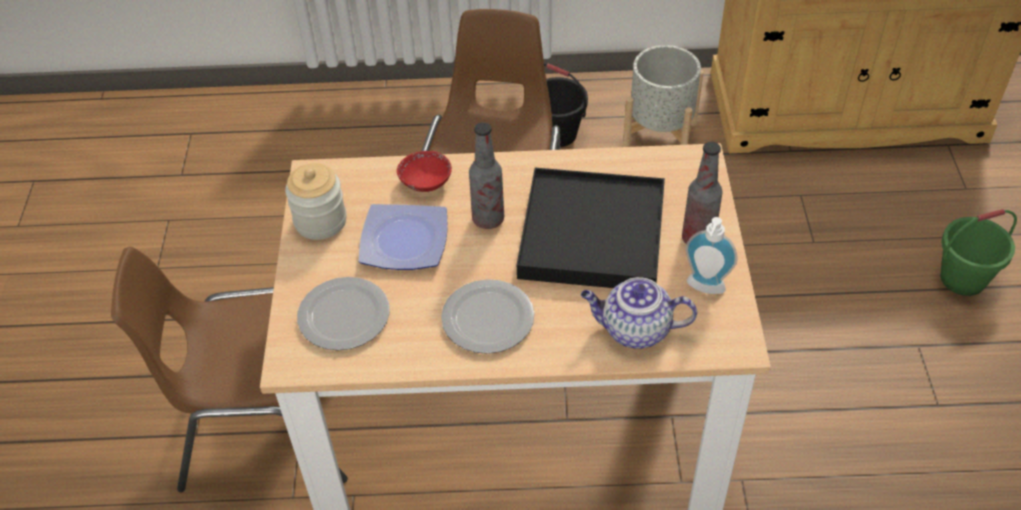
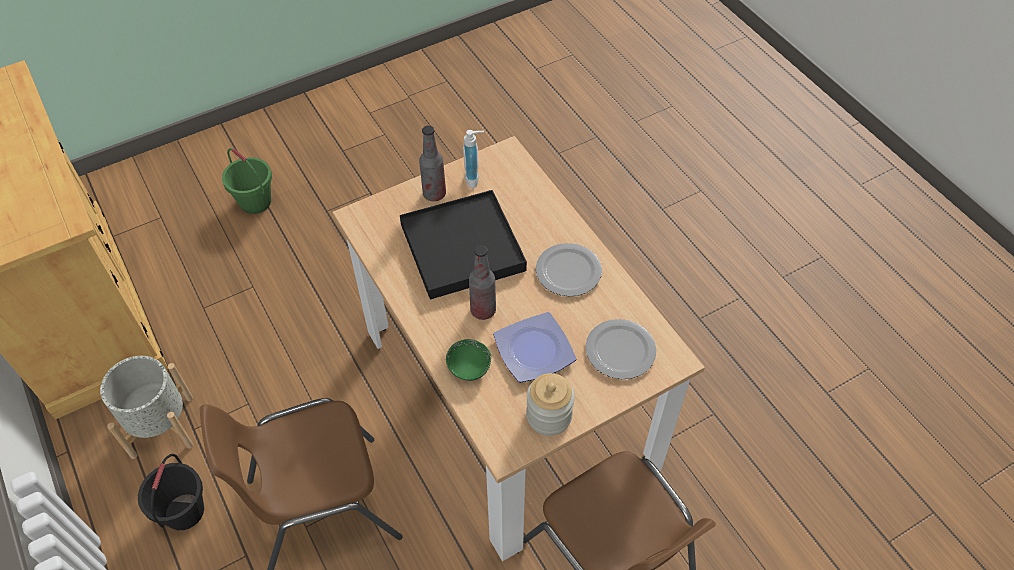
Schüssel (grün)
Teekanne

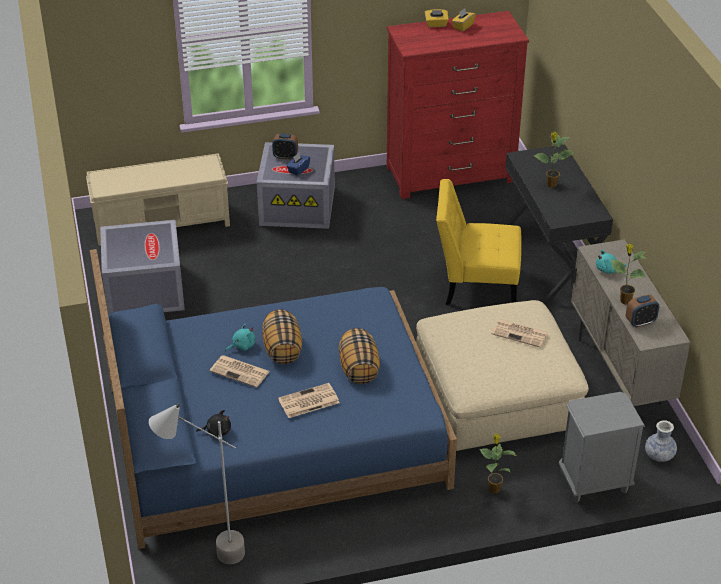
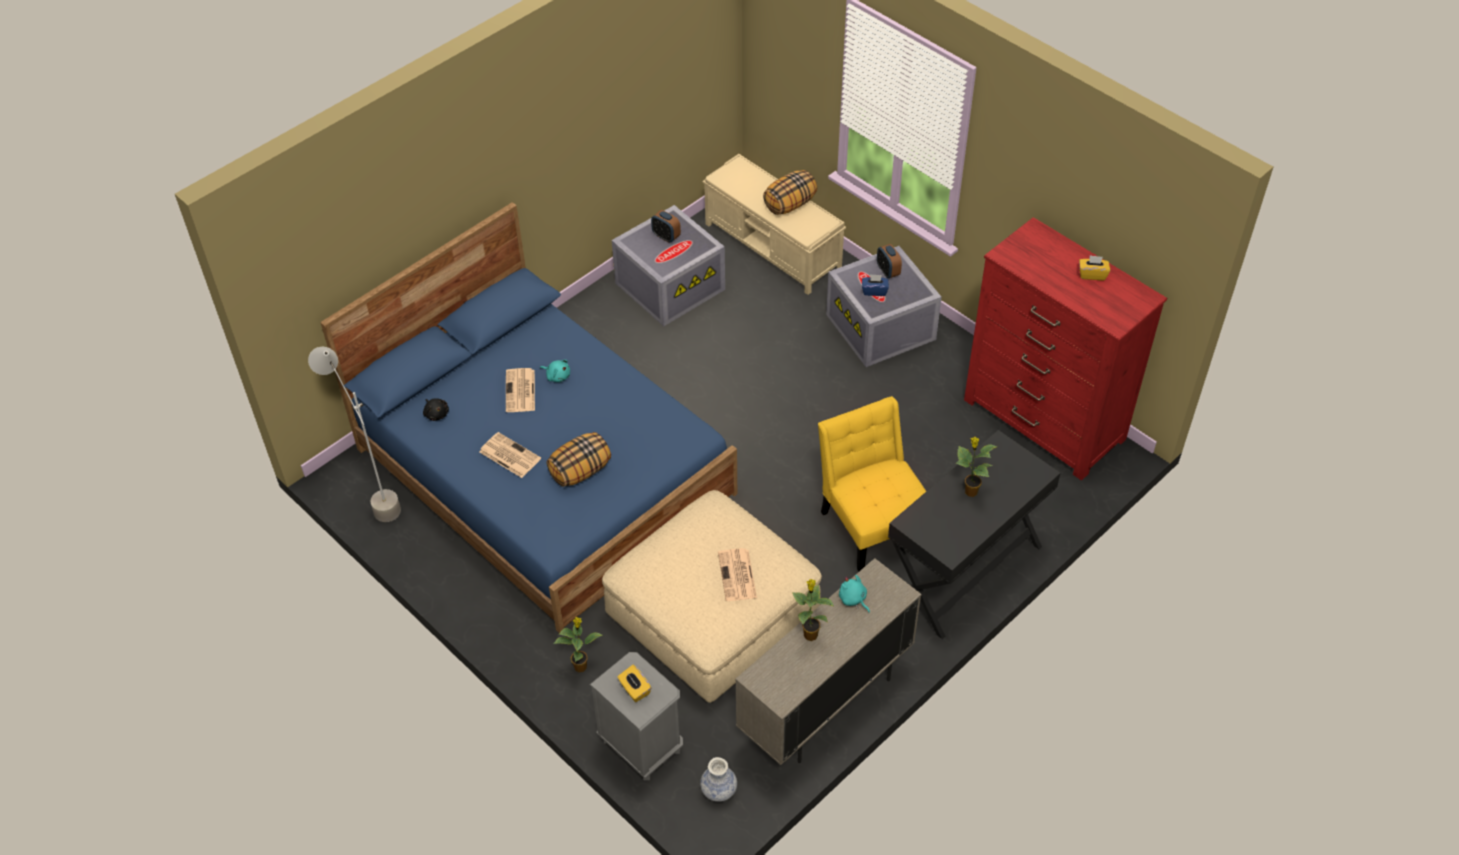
Kissen (no. 2 from left)
Taschentuchbox (gelb) (no. 1 from left)
Wecker (no. 1 from left)

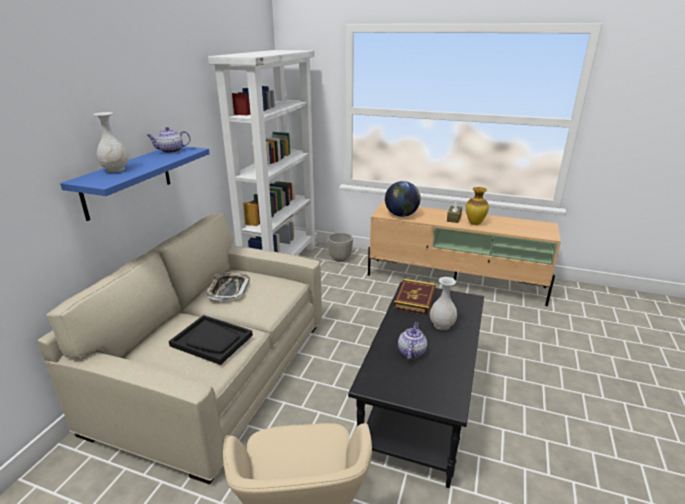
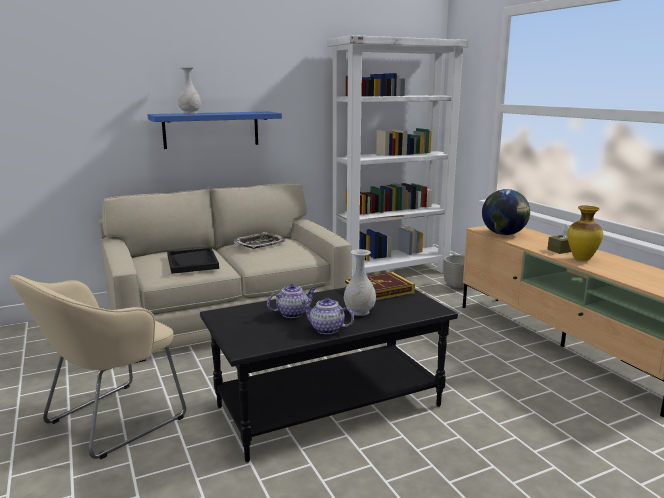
Teekanne (no. 2 from left)

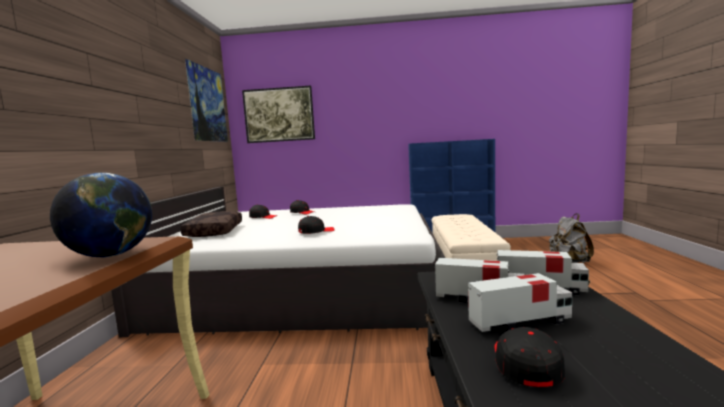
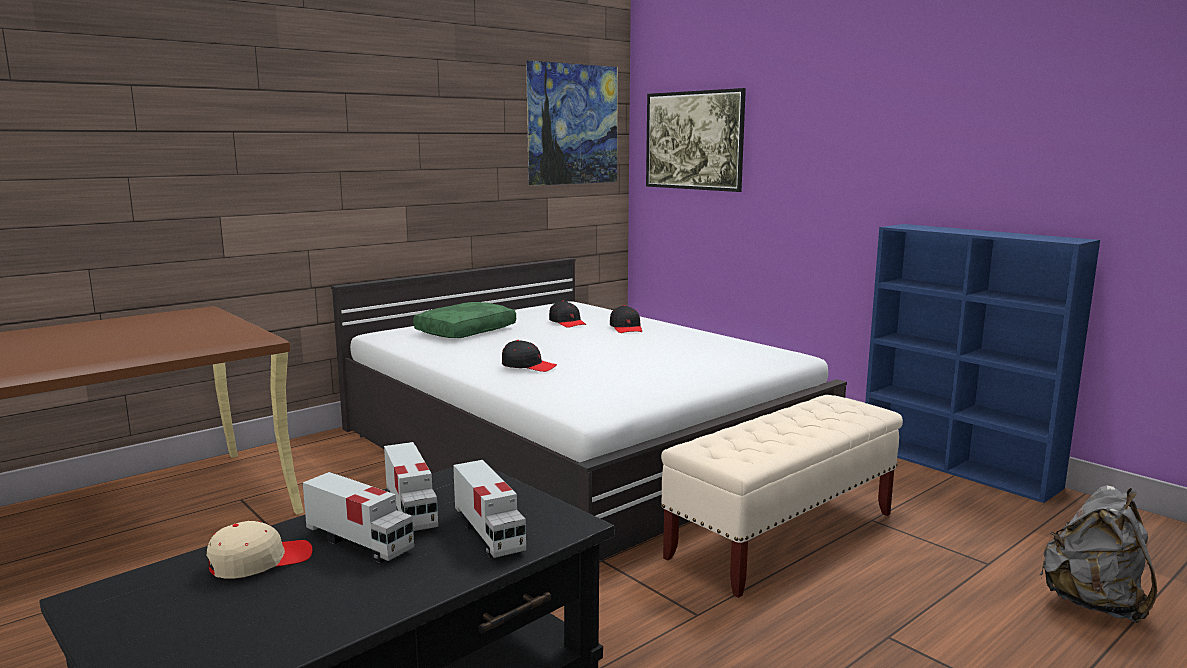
Globus
Kissen (grün)
Kappe (beige)

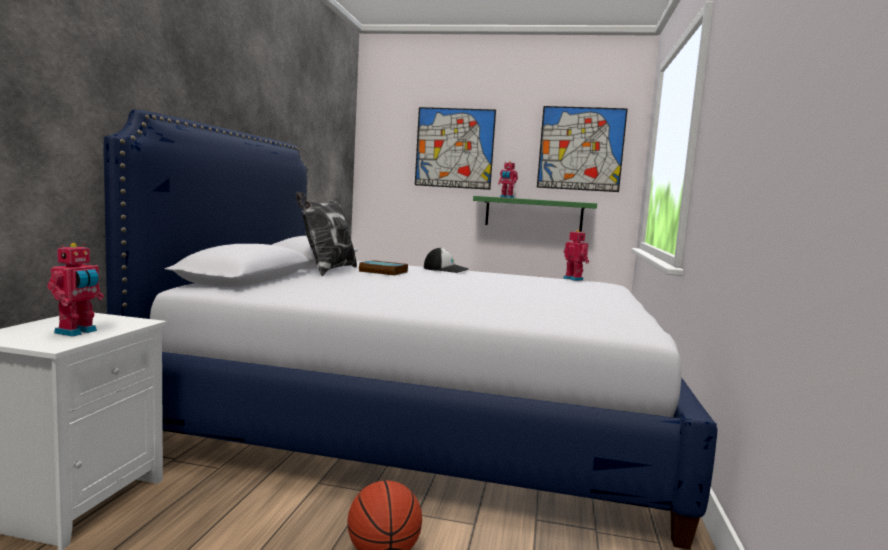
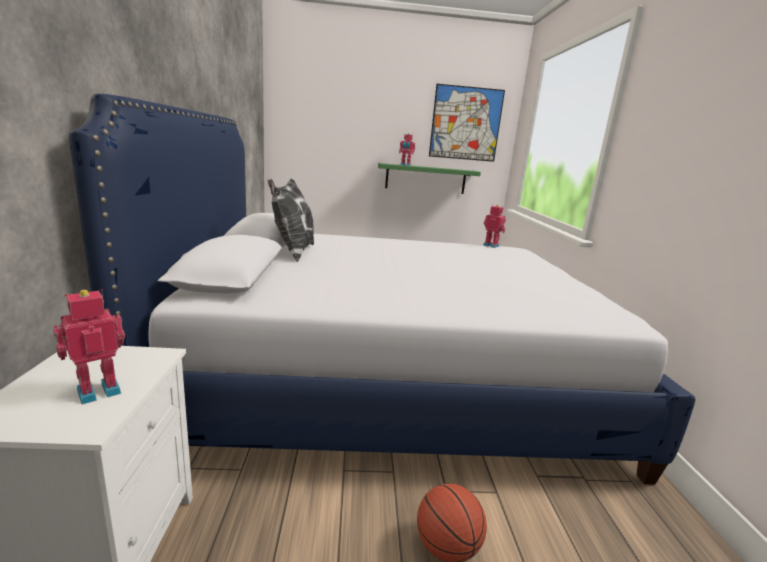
Spielzeugroboter (no. 1 from left)
Buch
Bild (no. 1 from left in the first image)
Kappe

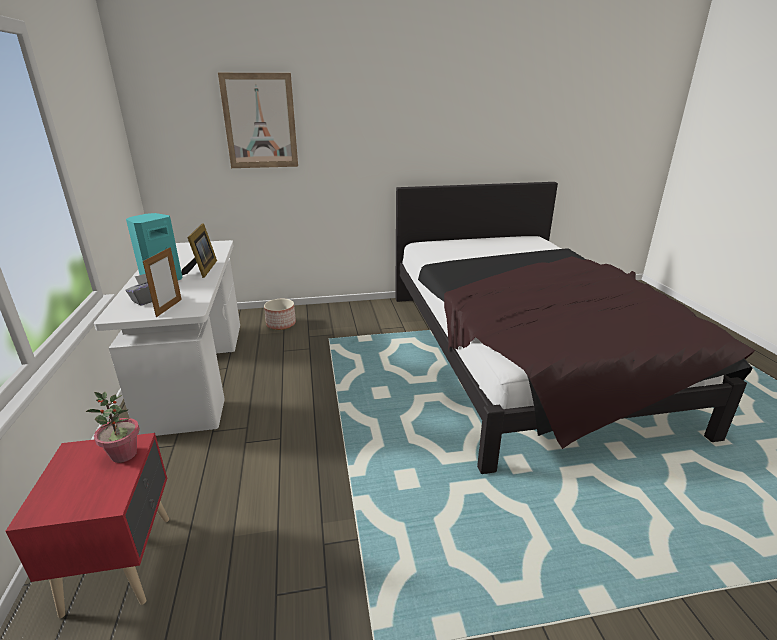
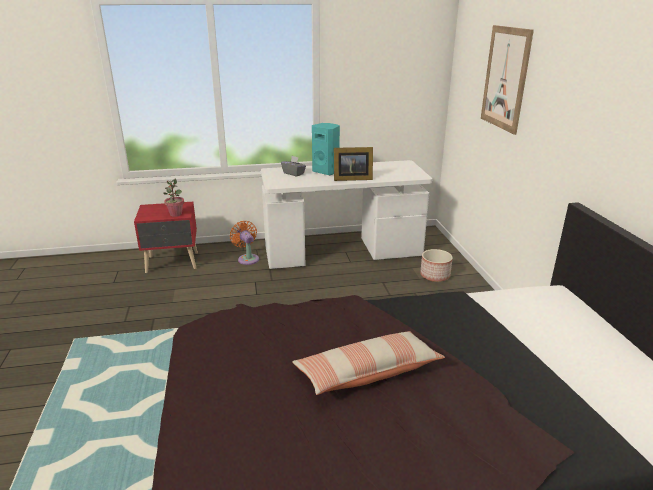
Bilderrahmen (no. 1 from left in the first image)
Ventilator (orange)
Kissen

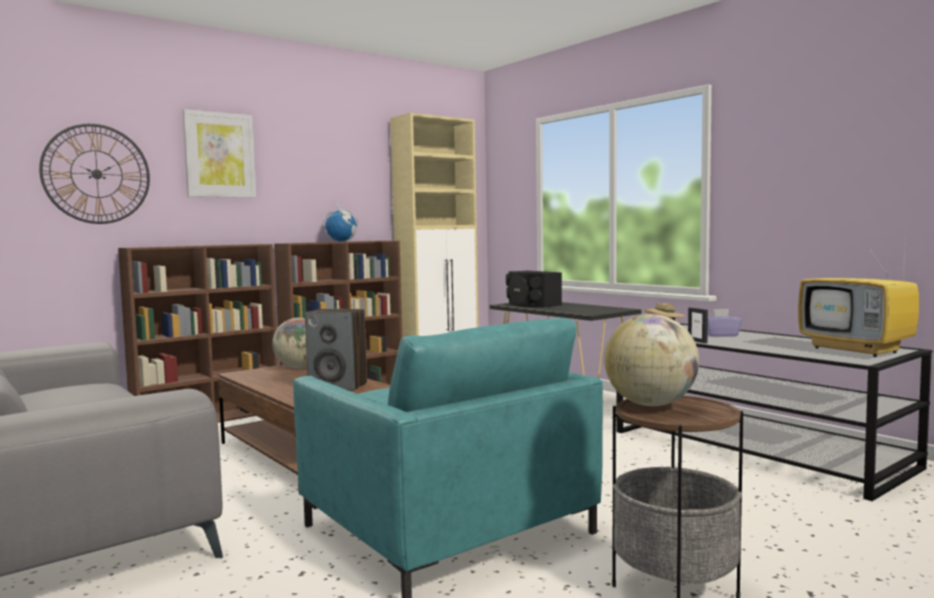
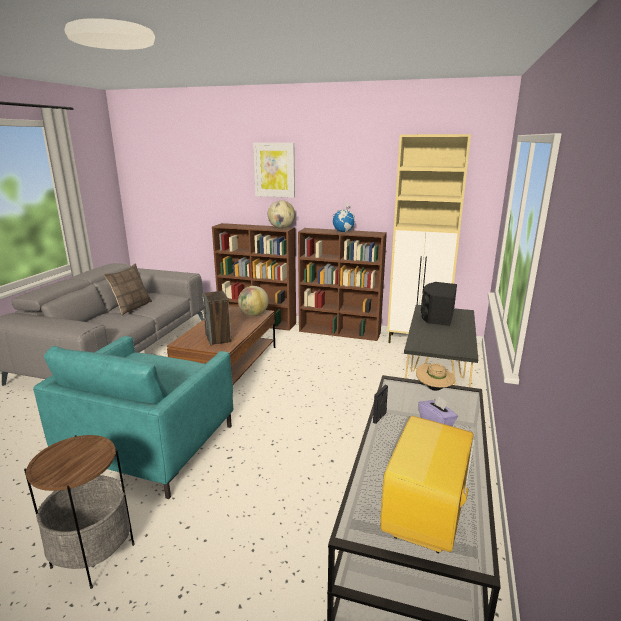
Wanduhr
Globus (no. 2 from left)
Kissen

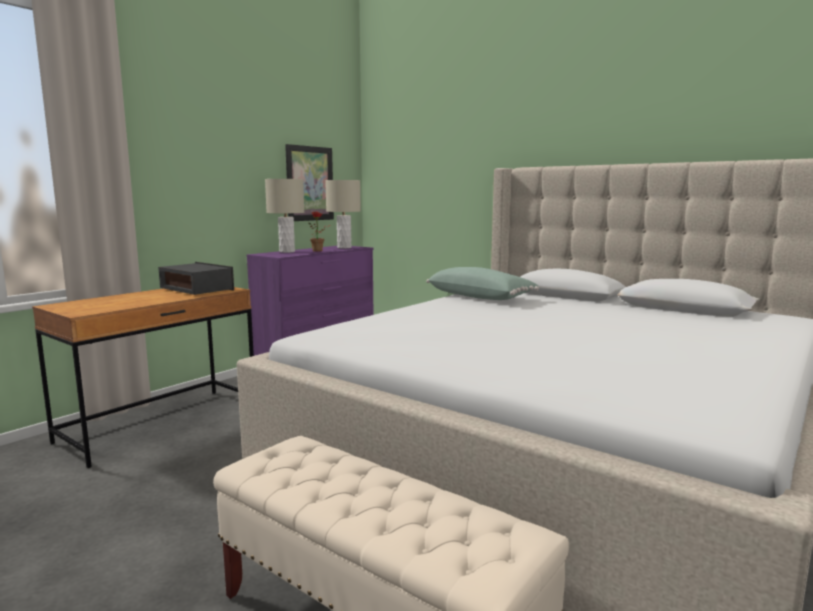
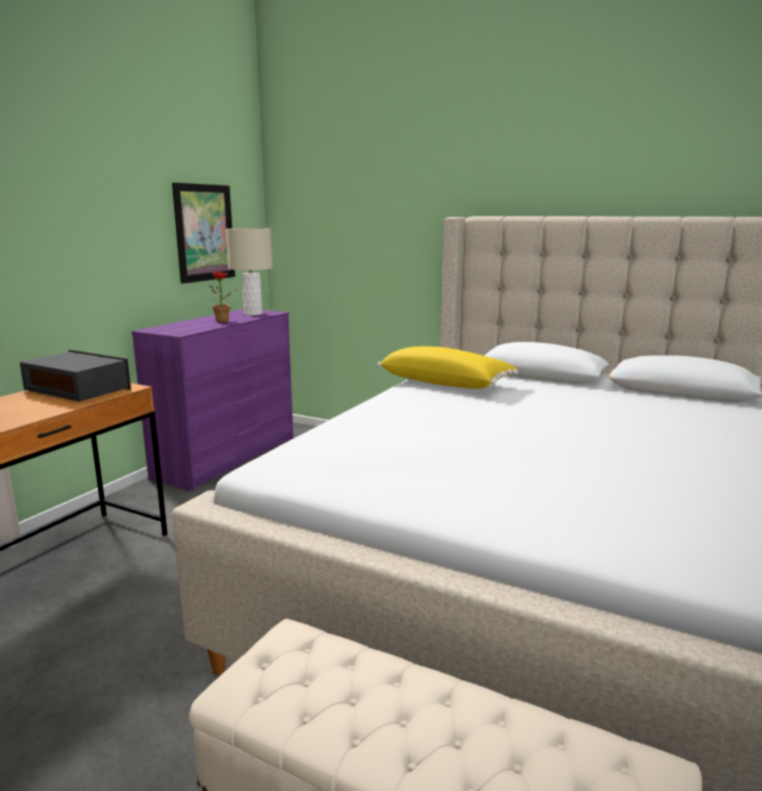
Tischlampe (beige) (no. 1 from left in the first image)
Kissen (gelb)

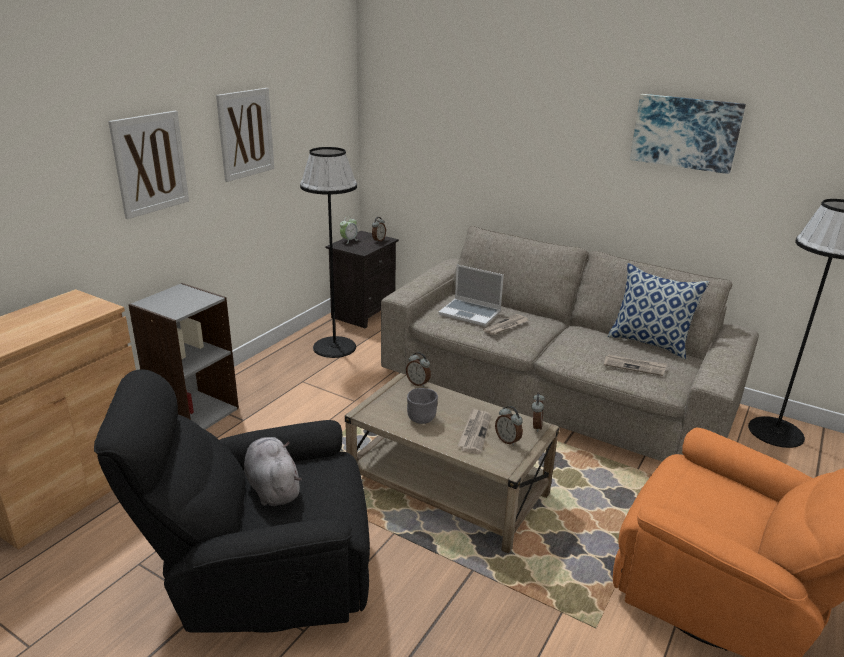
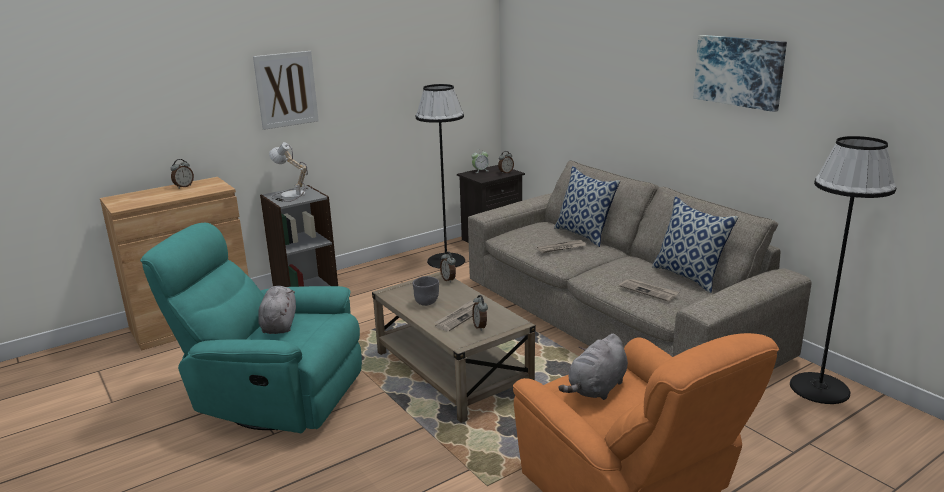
Sessel (türkis)
Bild (no. 2 from left in the first image)
Laptop
Wecker (no. 1 from left)
Tischlampe
Kissen (no. 1 from left)
Plüschtier (grau) (no. 2 from left)

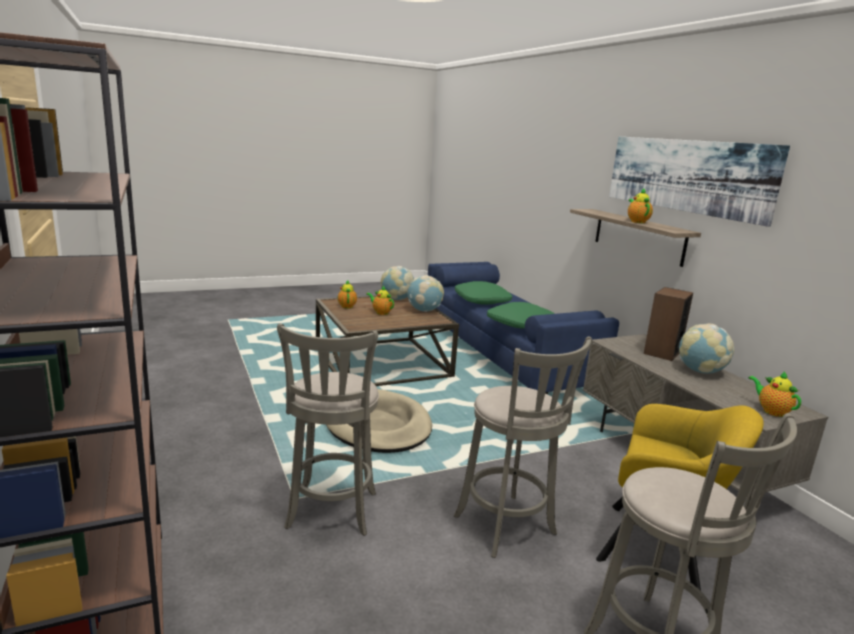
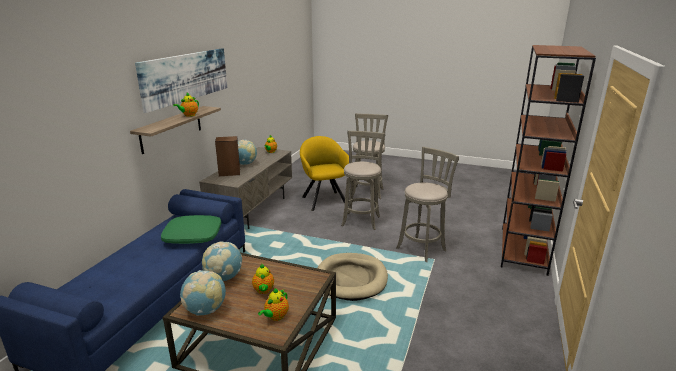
Kissen (grün) (no. 1 from left in the first image)

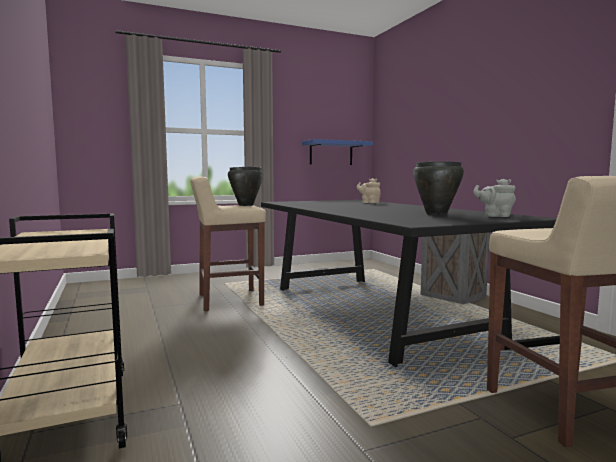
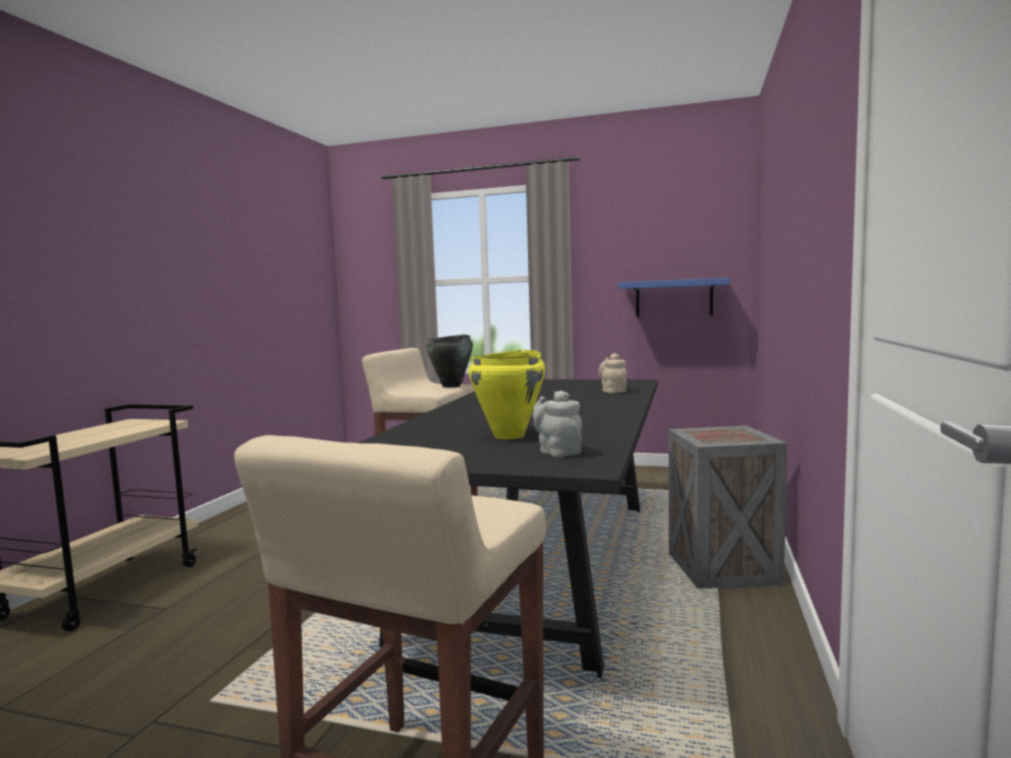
Kochtopf (gelb)

